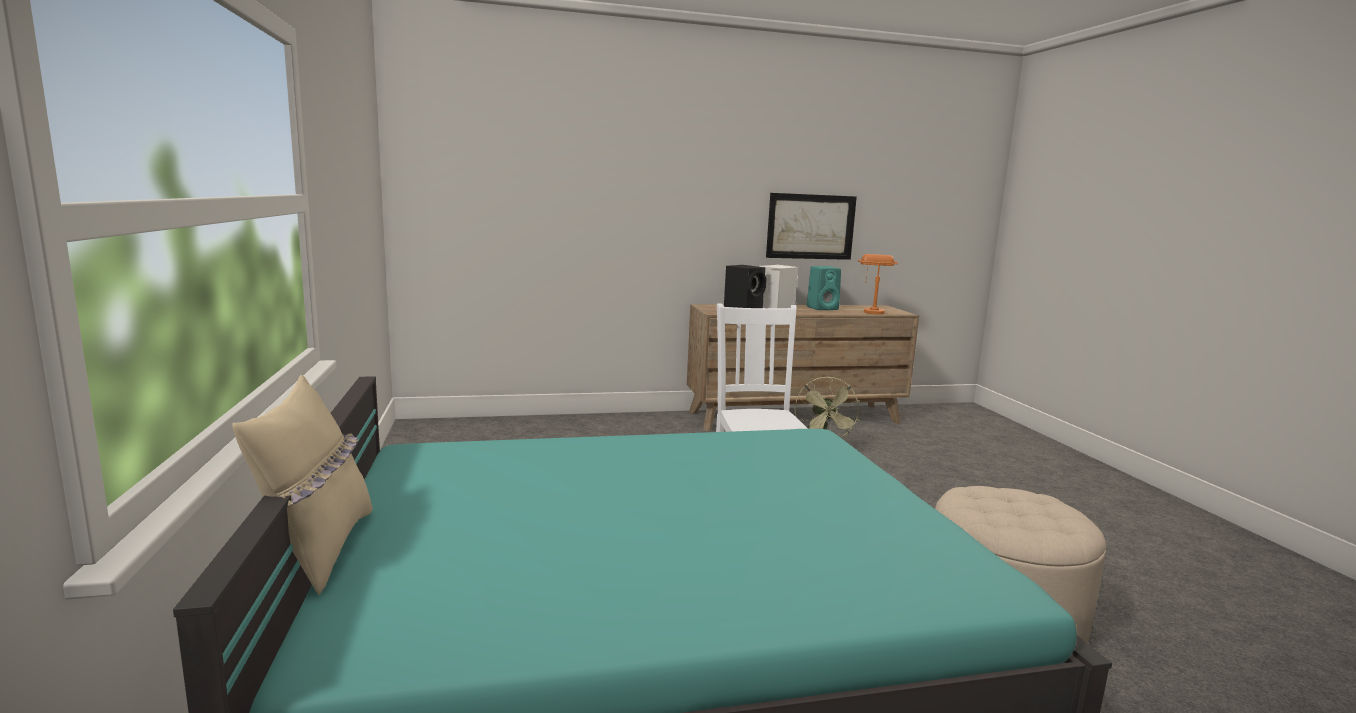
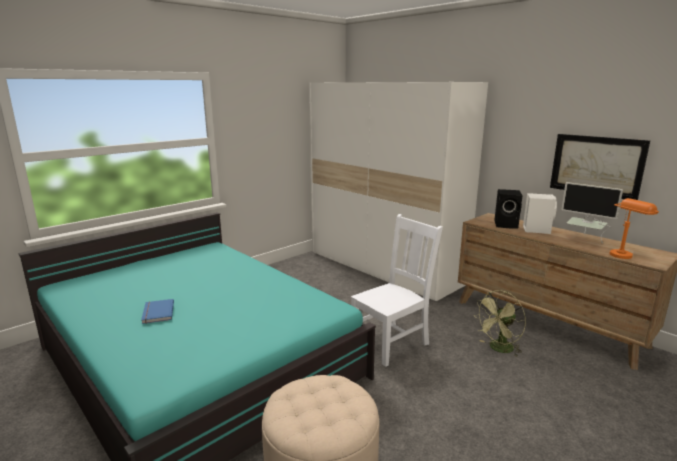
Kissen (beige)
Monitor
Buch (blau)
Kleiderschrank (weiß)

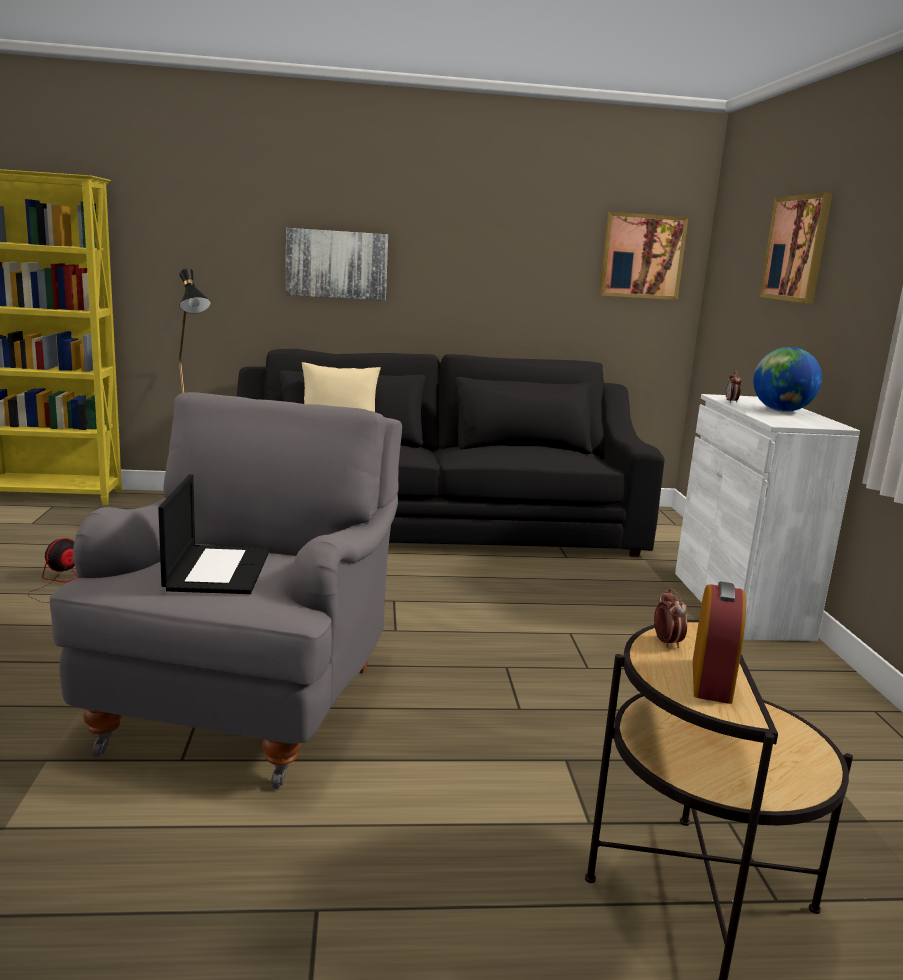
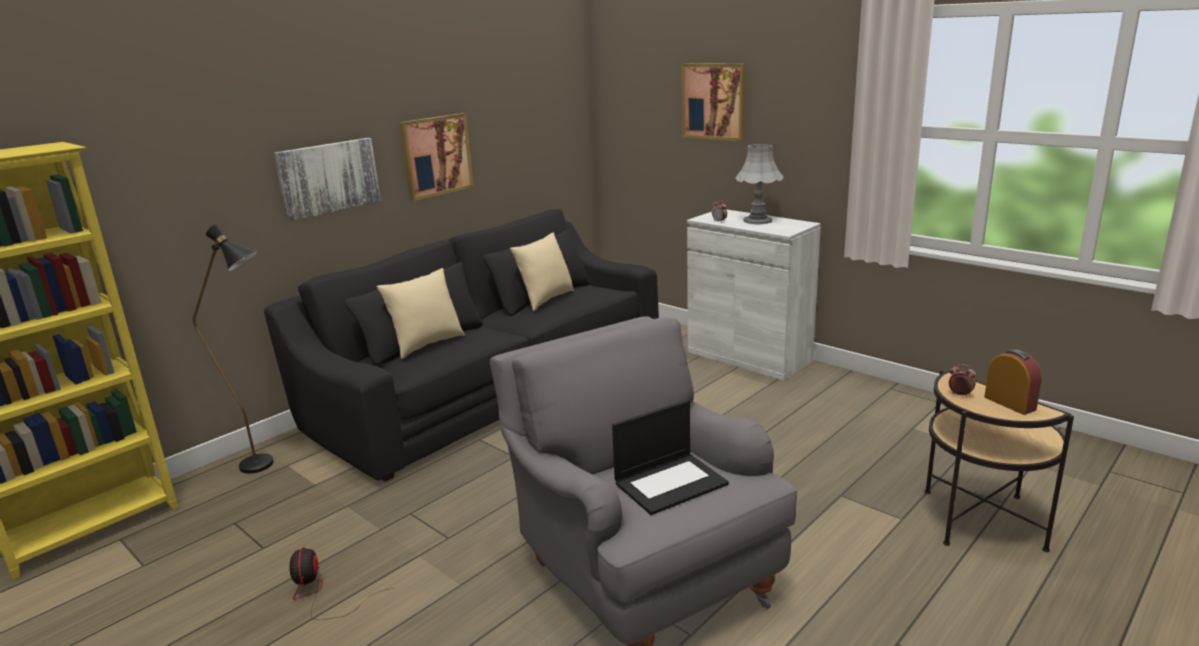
Laptop
Bild (no. 2 from left)
Tischlampe (grau)
Kissen (beige) (no. 2 from left)

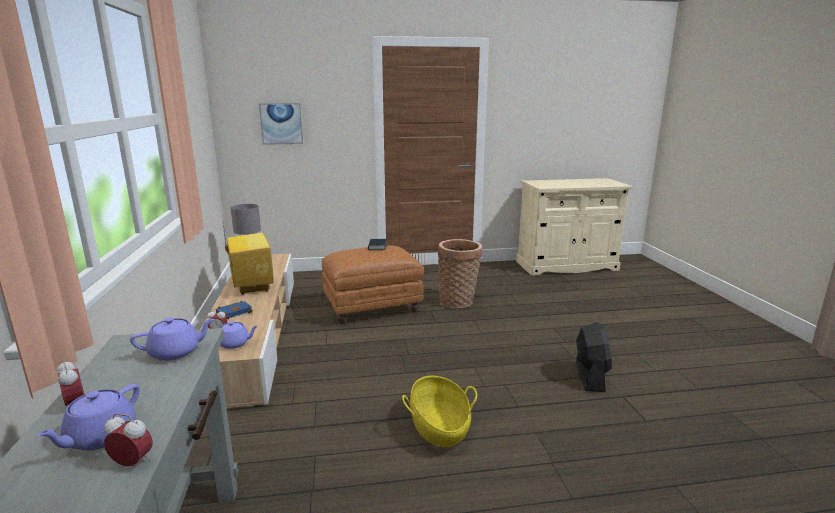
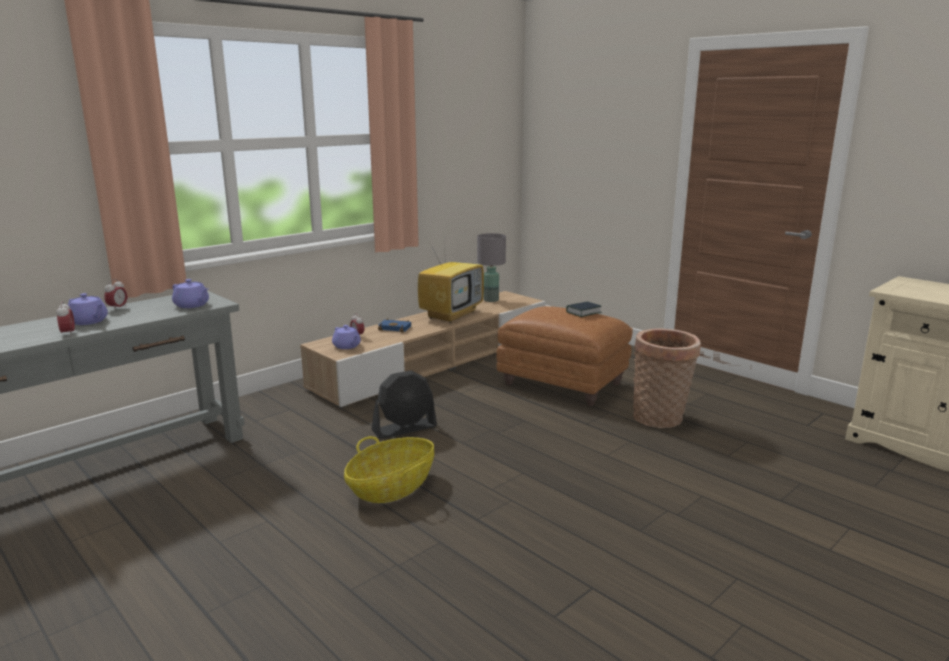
Teekanne (lila) (no. 1 from left)
Bild
Ventilator (schwarz)

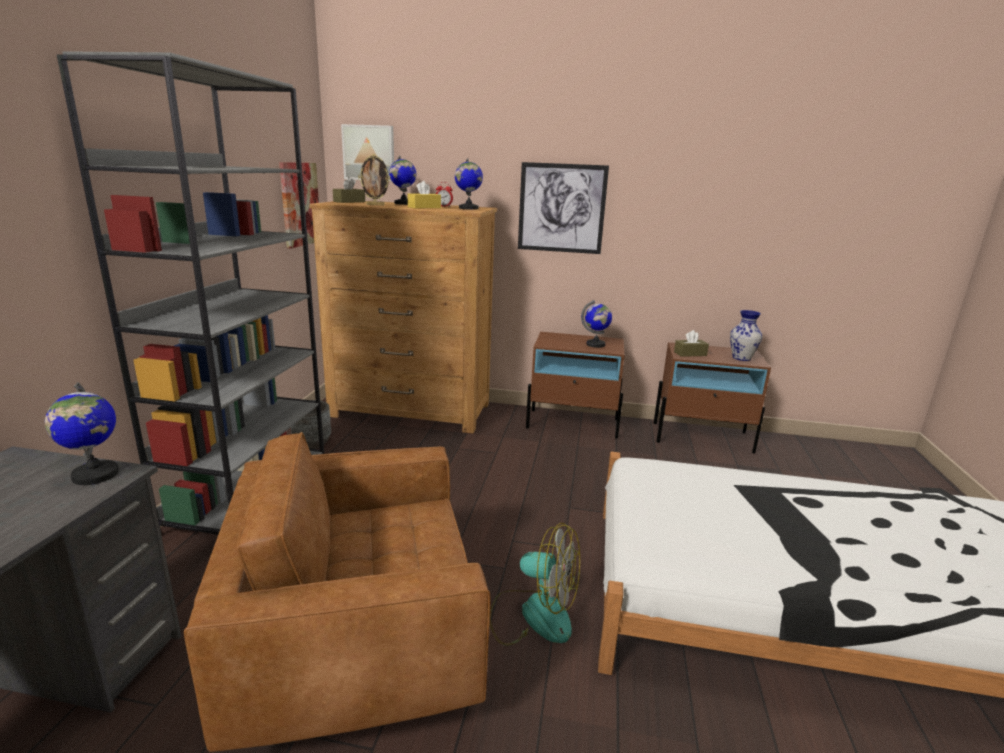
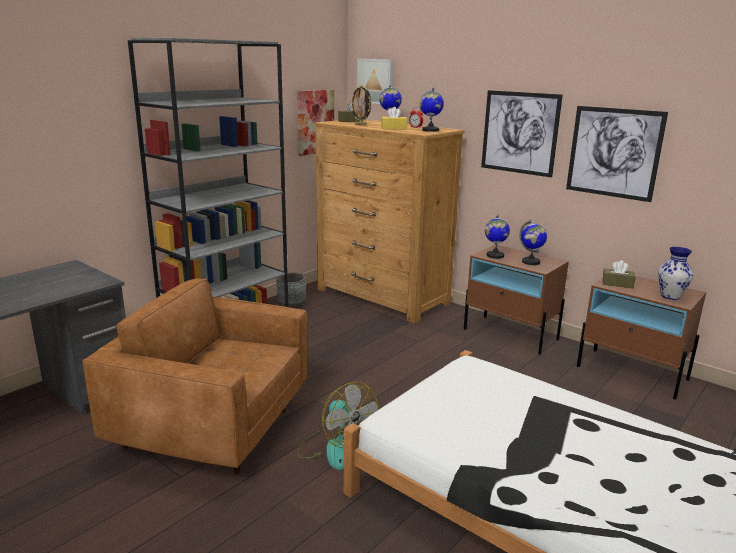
Globus (no. 3 from left)
Bild (no. 4 from left)

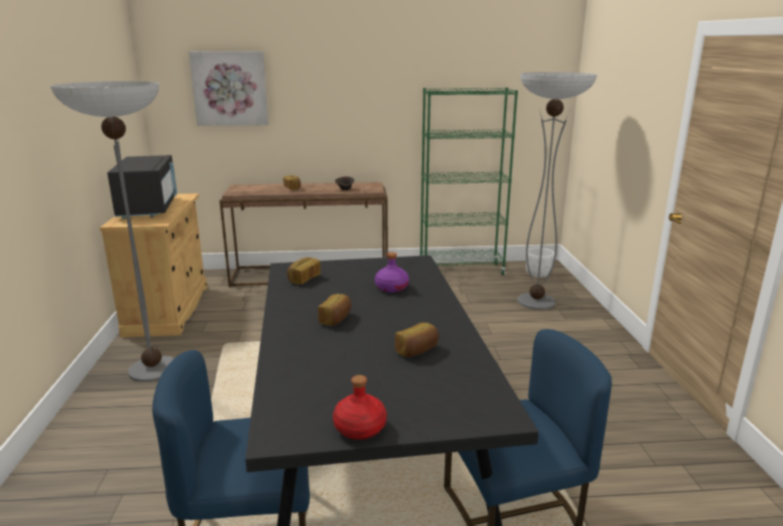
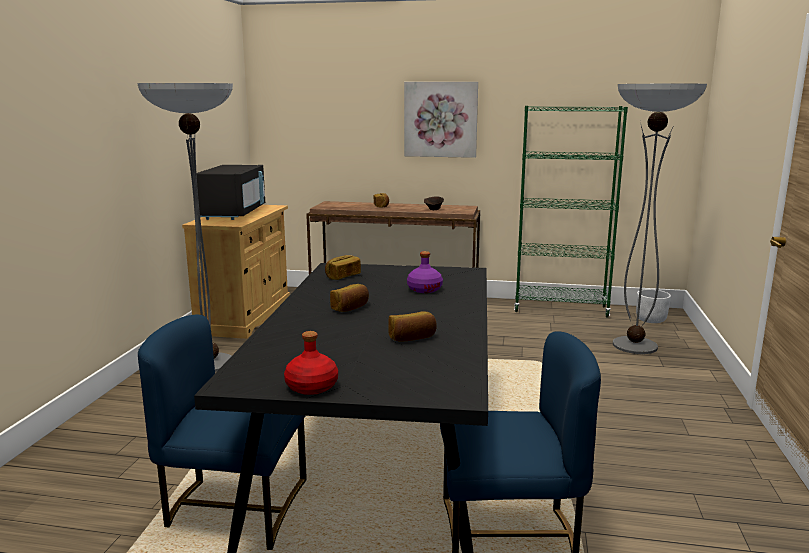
Bild

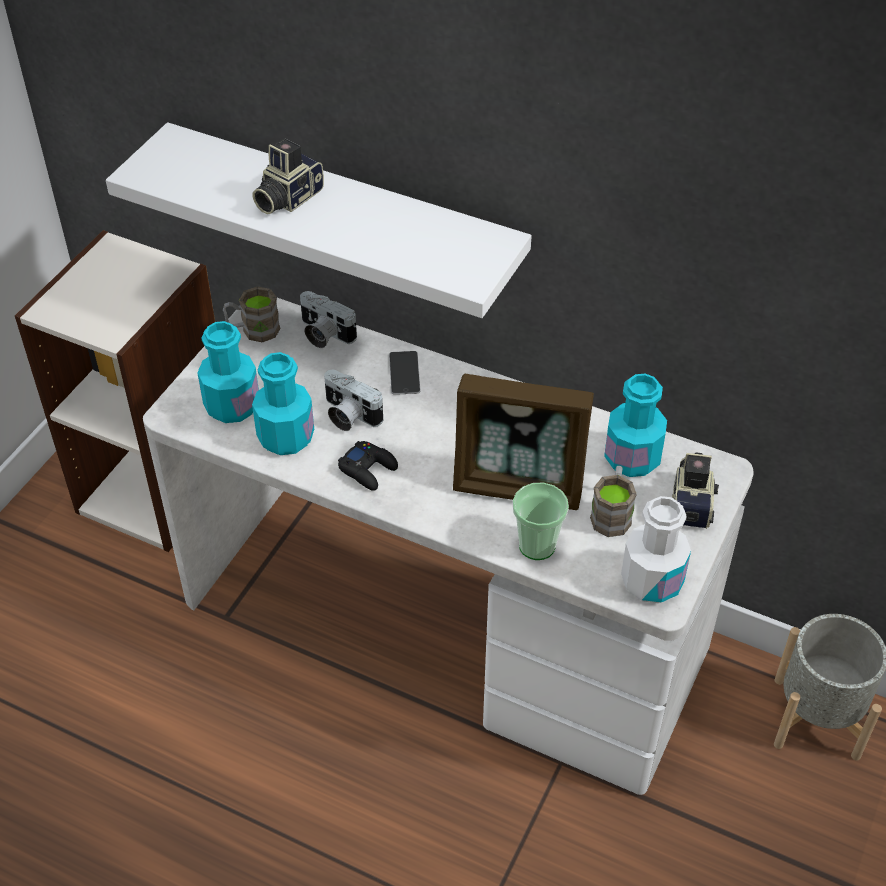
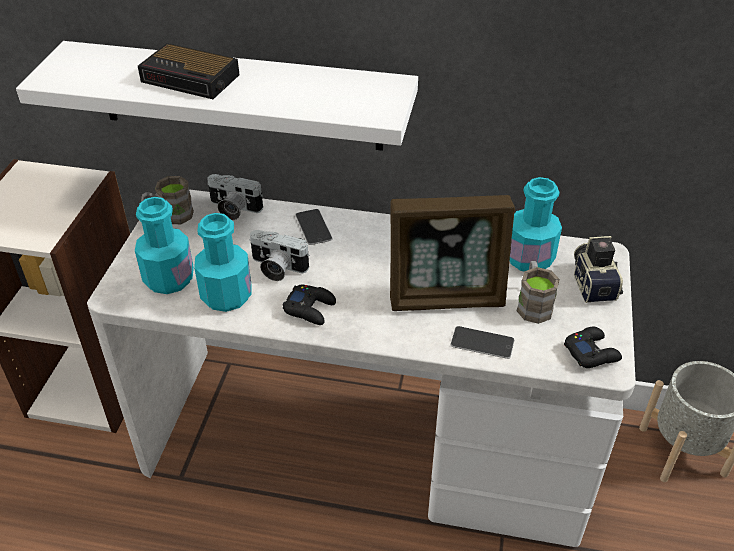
Wecker
Handy (no. 2 from left)
Gamepad (schwarz) (no. 2 from left)

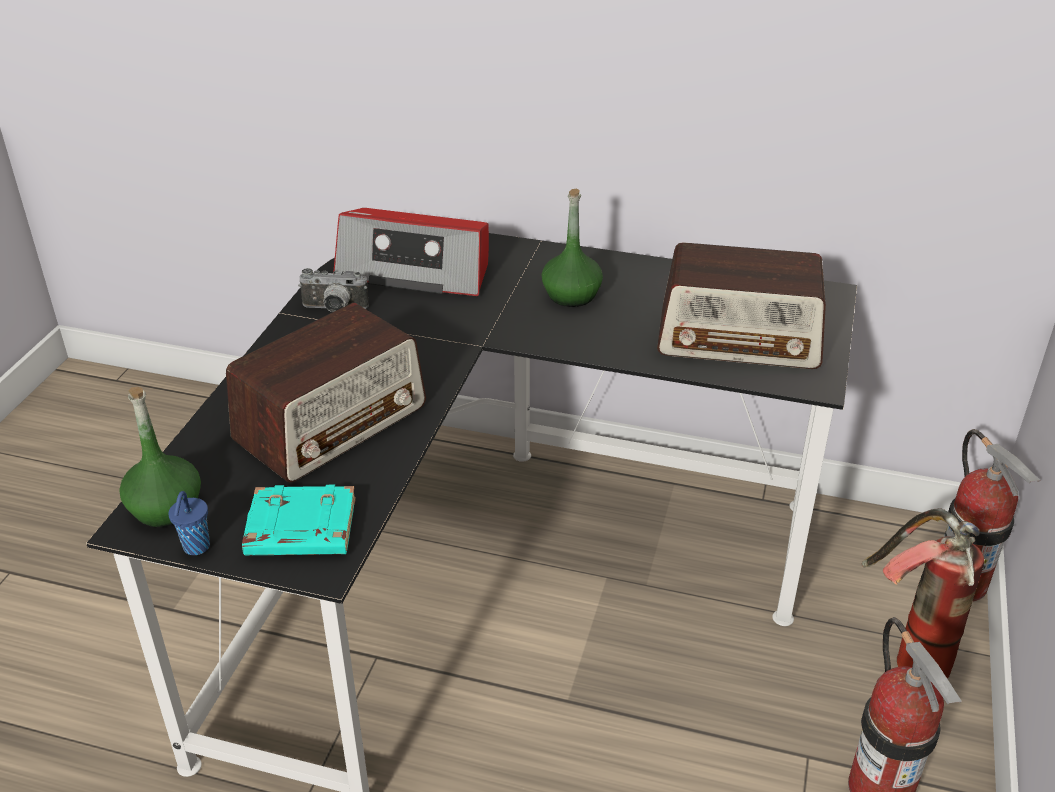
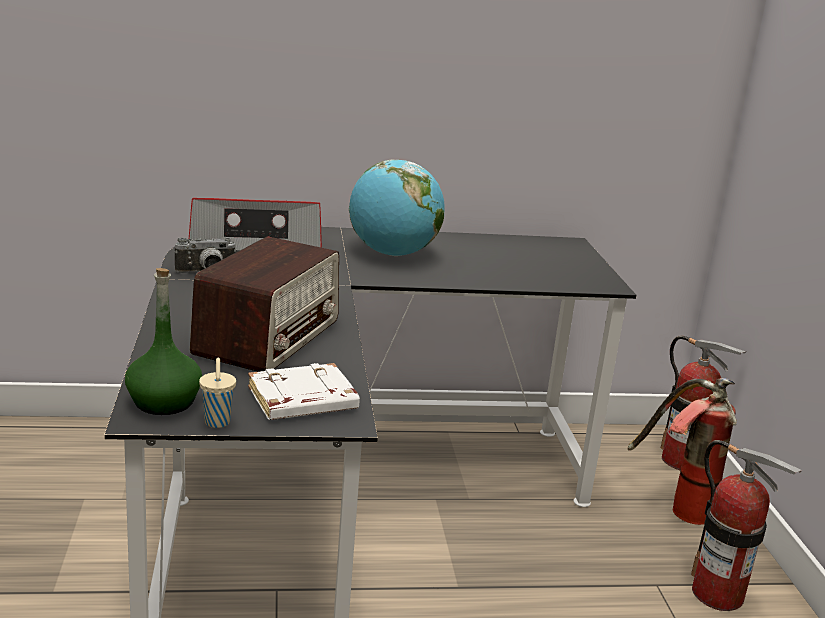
Tasse (beige)
Buch (weiß)
Globus
Radio (no. 3 from left in the first image)

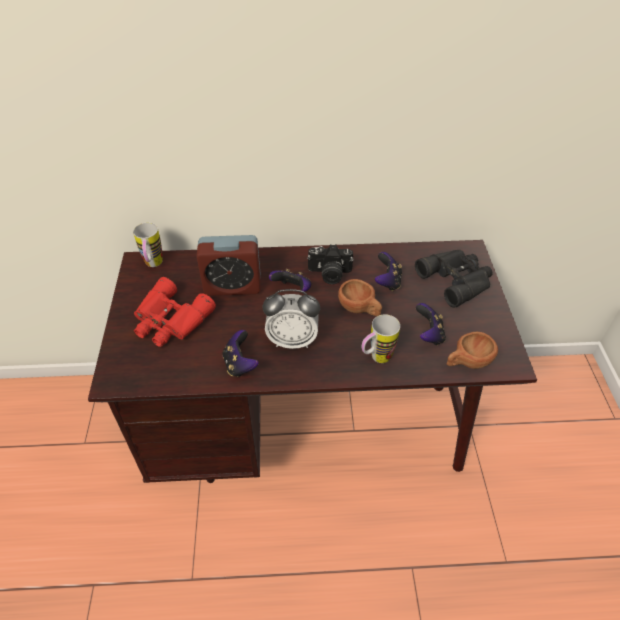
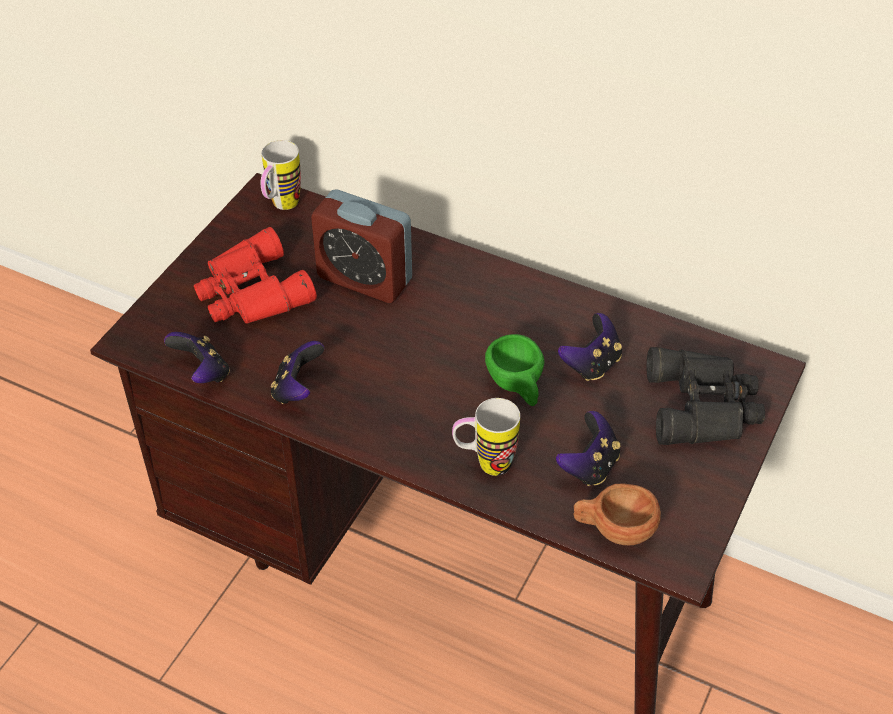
Wecker (no. 2 from left in the first image)
Gamepad (no. 1 from left)
Kamera
Tasse (grün)

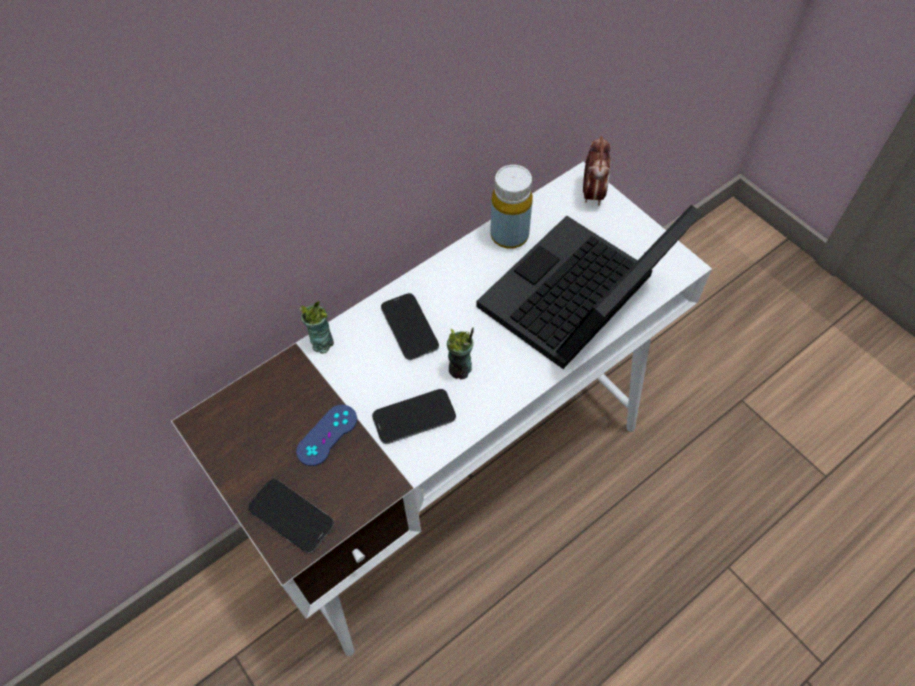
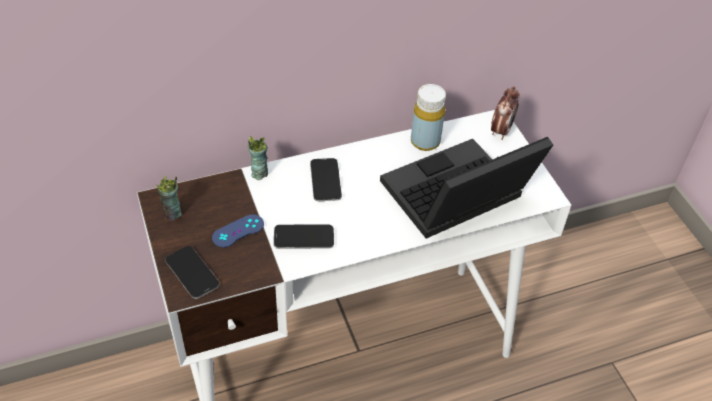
Tasse (no. 1 from left)

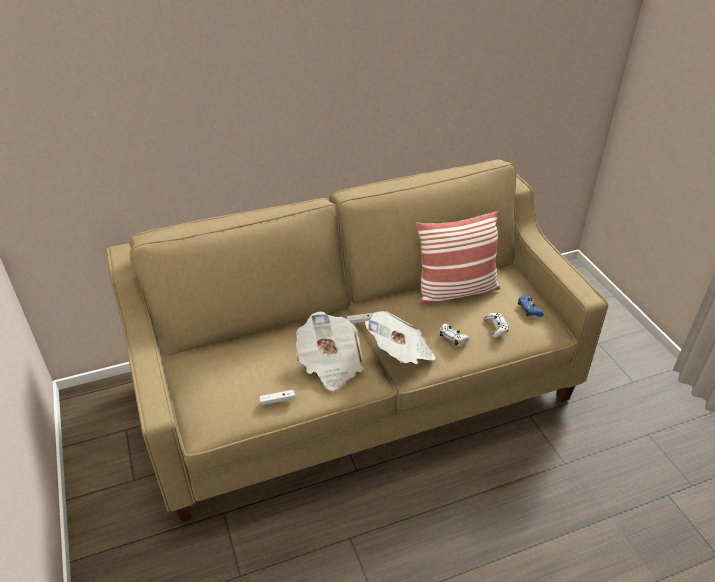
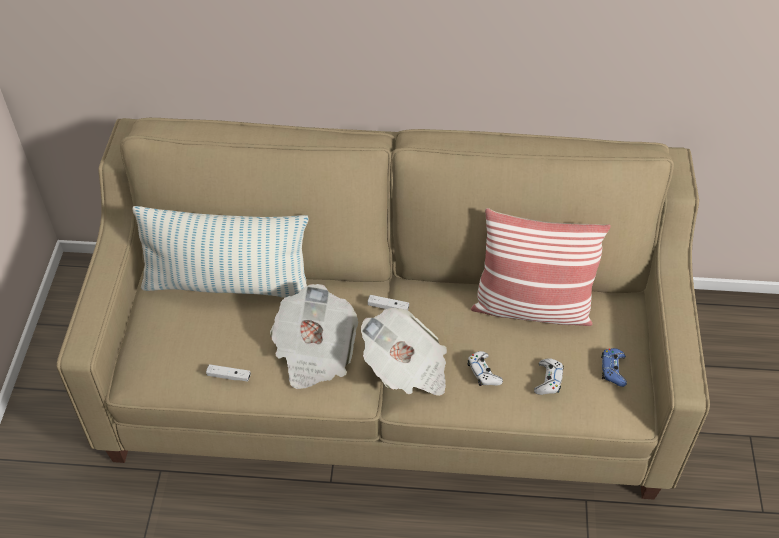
Kissen (no. 1 from left)

